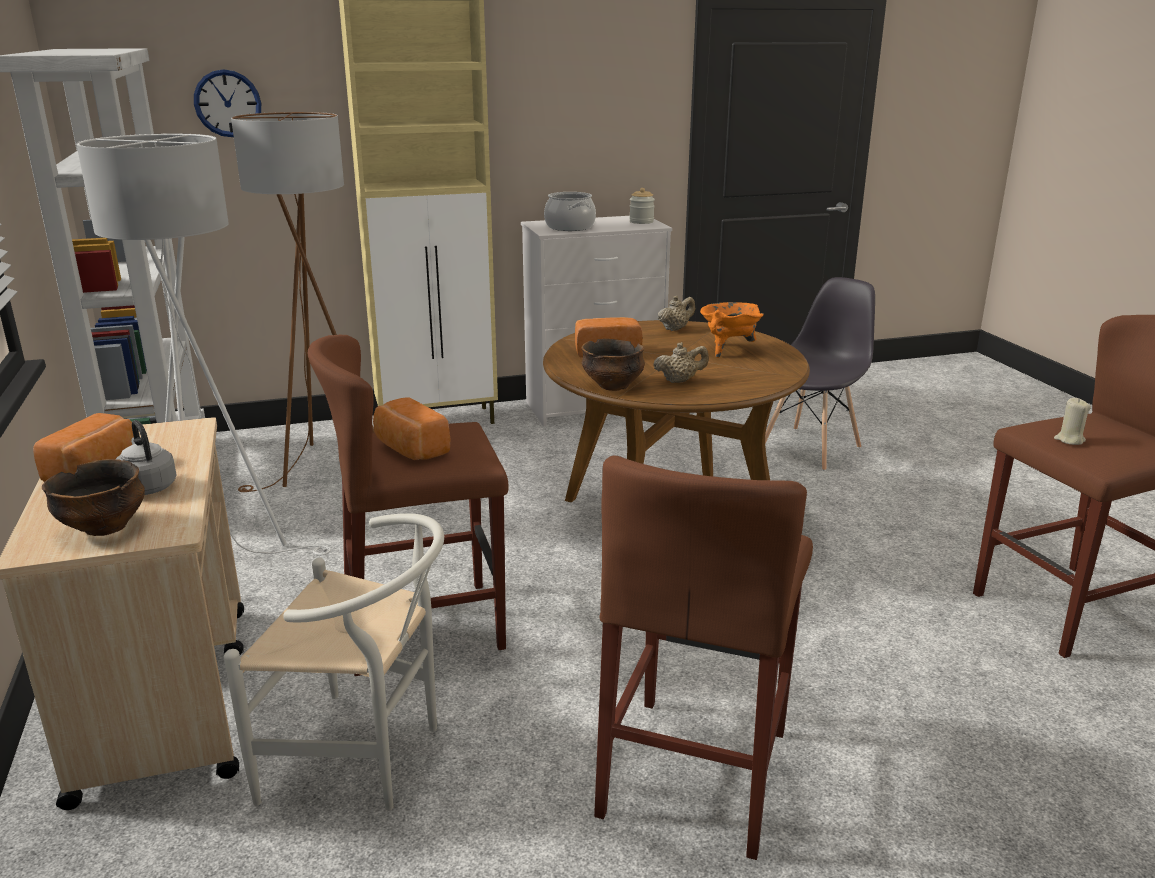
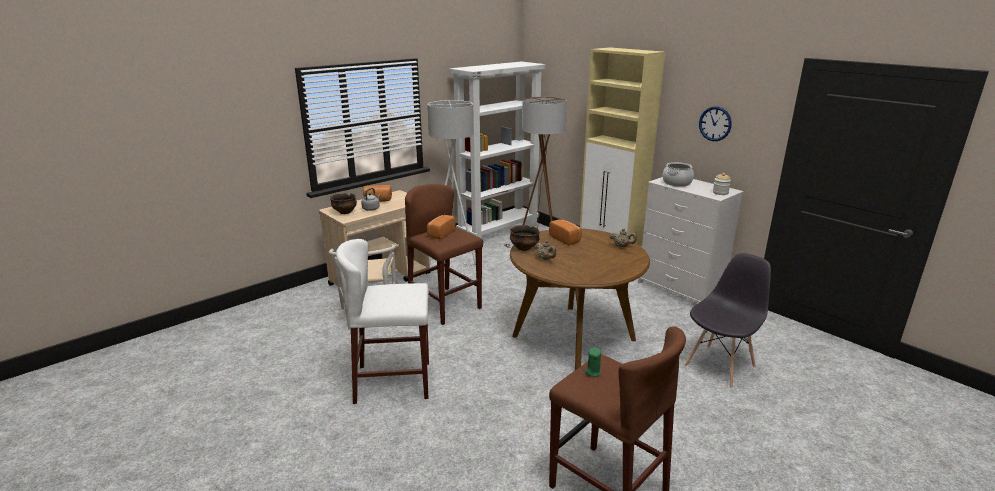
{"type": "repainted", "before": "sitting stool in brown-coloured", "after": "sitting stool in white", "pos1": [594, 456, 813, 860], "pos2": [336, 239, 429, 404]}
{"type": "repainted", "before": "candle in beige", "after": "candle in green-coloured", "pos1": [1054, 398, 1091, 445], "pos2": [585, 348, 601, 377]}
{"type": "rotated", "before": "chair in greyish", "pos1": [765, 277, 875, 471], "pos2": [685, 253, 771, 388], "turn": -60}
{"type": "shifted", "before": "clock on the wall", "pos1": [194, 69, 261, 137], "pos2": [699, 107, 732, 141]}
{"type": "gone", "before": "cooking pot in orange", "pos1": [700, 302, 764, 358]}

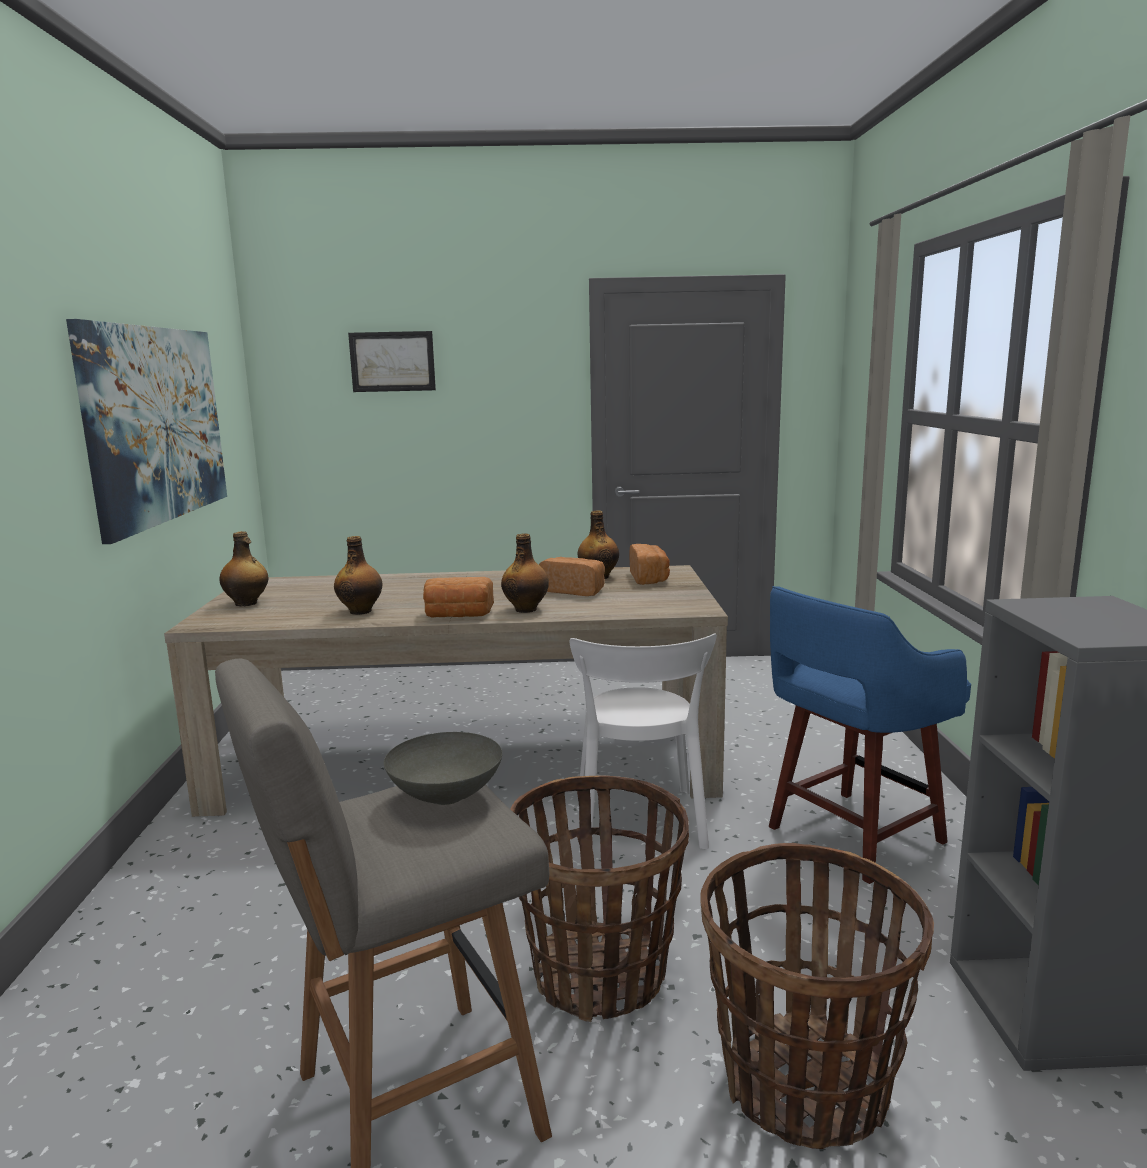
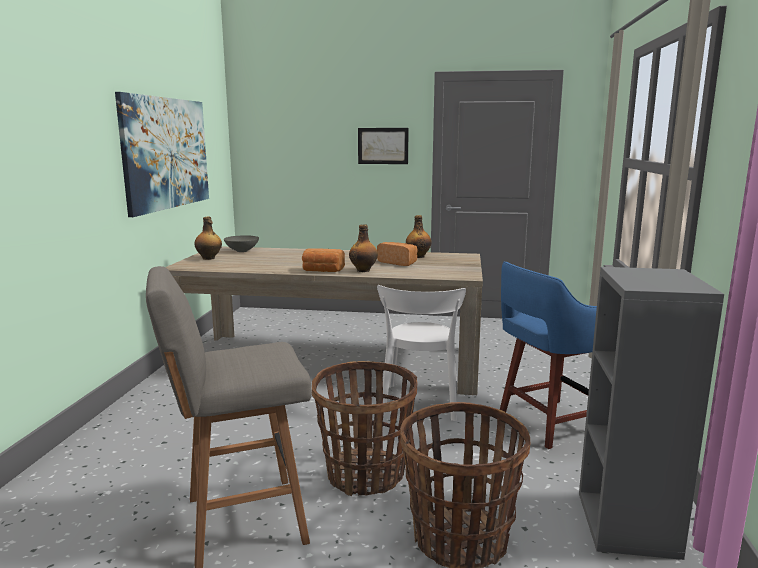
{"type": "shifted", "before": "bowl in greyish", "pos1": [384, 732, 502, 805], "pos2": [224, 235, 259, 252]}
{"type": "shifted", "before": "wall picture", "pos1": [348, 331, 436, 392], "pos2": [358, 128, 409, 164]}
{"type": "gone", "before": "beverage bottle", "pos1": [334, 536, 382, 615]}
{"type": "gone", "before": "bakery bread", "pos1": [630, 544, 670, 585]}

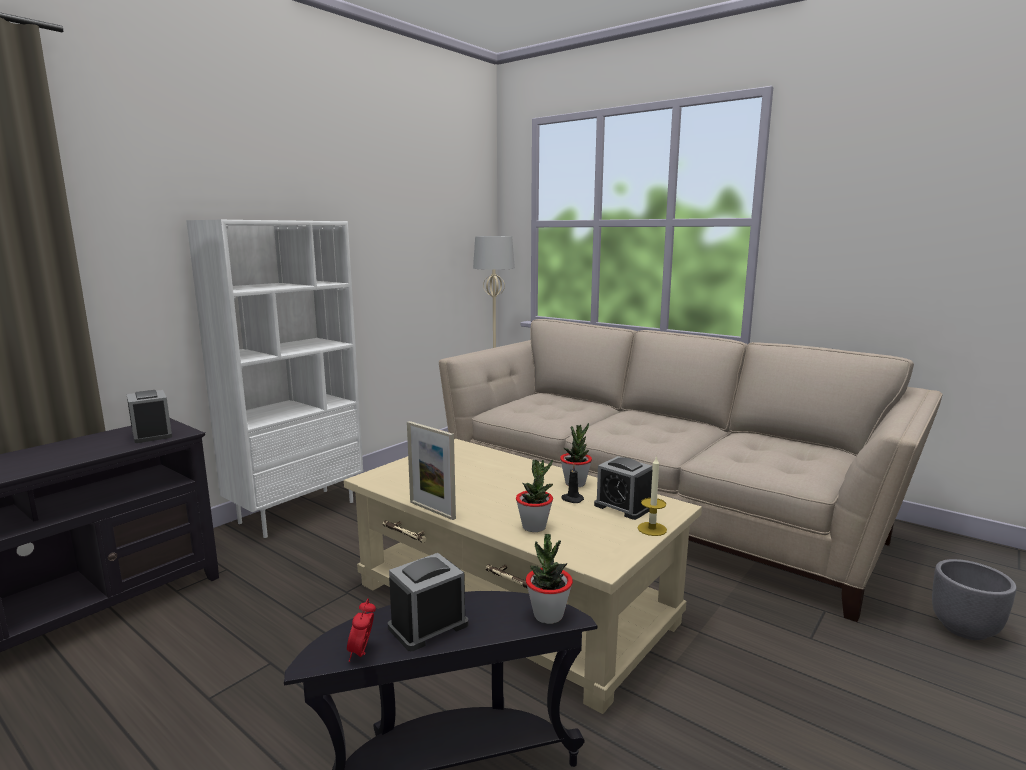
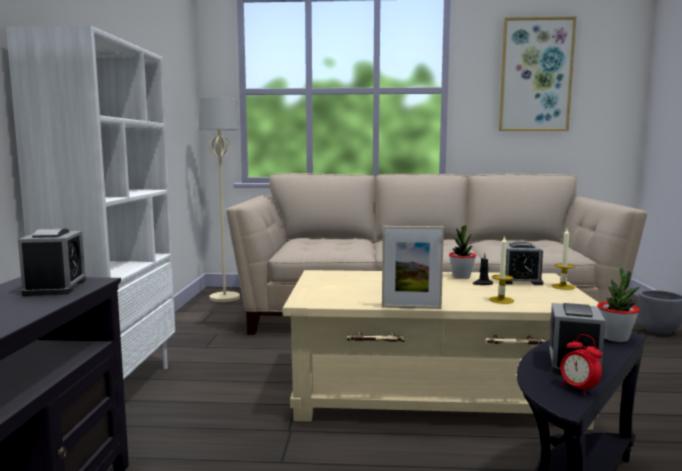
{"type": "rotated", "before": "table clock", "pos1": [127, 390, 172, 443], "pos2": [18, 228, 86, 296], "turn": 60}
{"type": "swapped", "before": "potted plant", "after": "candle", "pos1": [516, 460, 553, 532], "pos2": [489, 235, 514, 304]}
{"type": "new", "after": "wall picture", "pos2": [499, 16, 576, 131]}

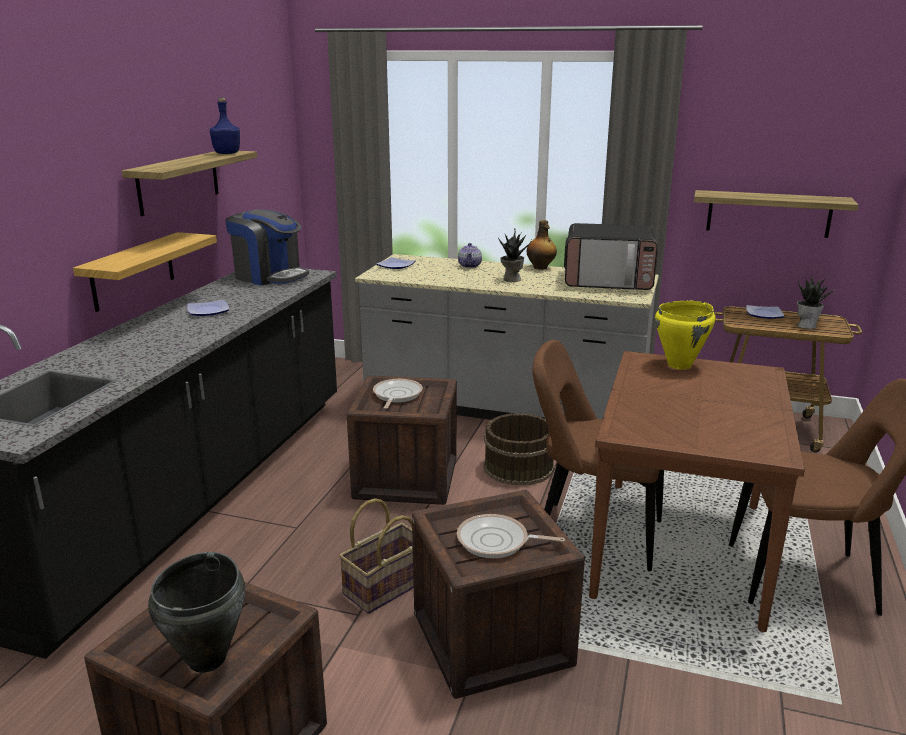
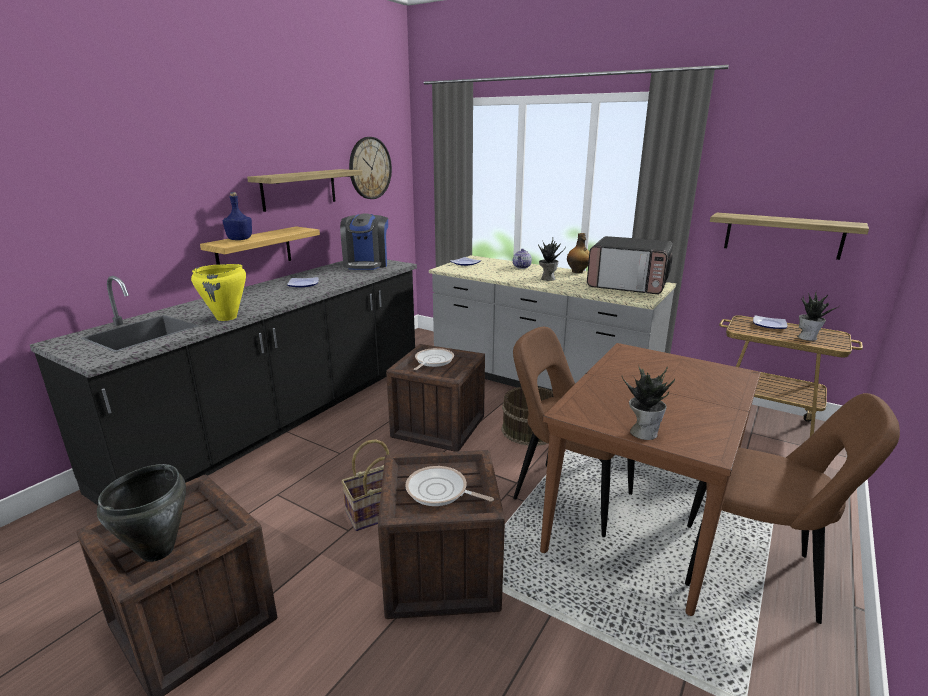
{"type": "shifted", "before": "cooking pot in yellow", "pos1": [655, 301, 715, 370], "pos2": [191, 264, 246, 321]}
{"type": "shifted", "before": "beverage bottle in blue", "pos1": [210, 97, 240, 154], "pos2": [223, 192, 252, 240]}
{"type": "rotated", "before": "coffee machine", "pos1": [225, 209, 309, 286], "pos2": [340, 214, 388, 270], "turn": 45}
{"type": "new", "after": "clock on the wall", "pos2": [349, 137, 392, 199]}
{"type": "new", "after": "potted plant", "pos2": [622, 367, 675, 440]}

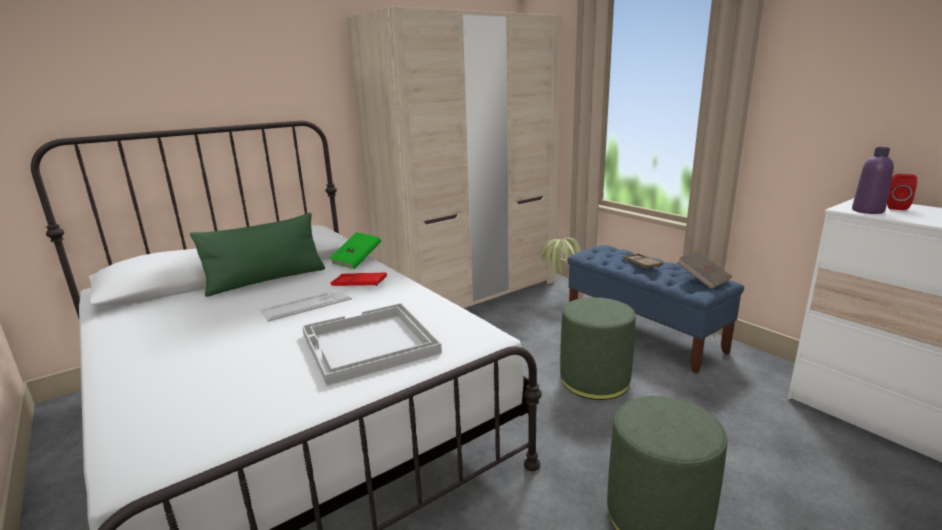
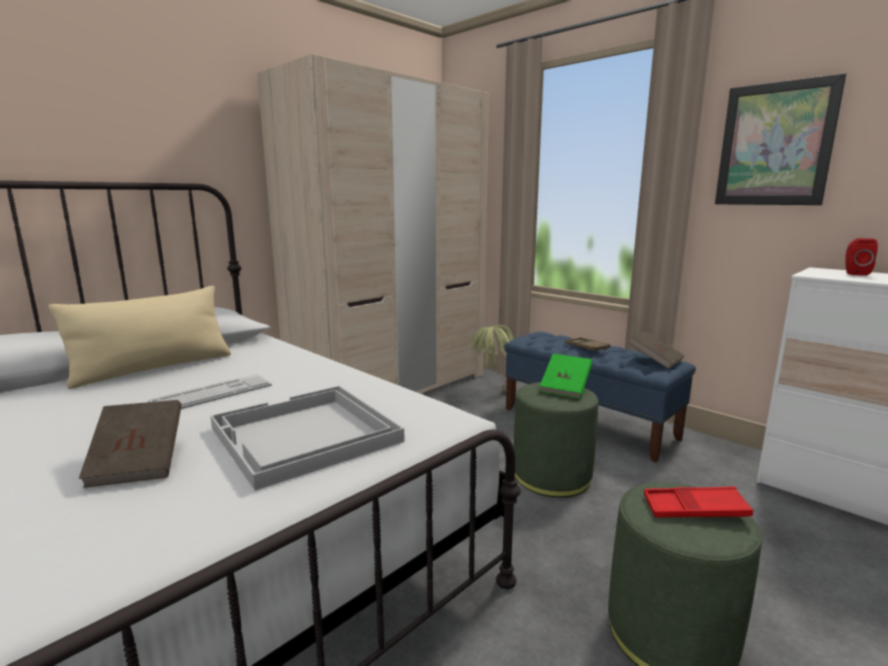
{"type": "repainted", "before": "pillow in green-coloured", "after": "pillow in beige", "pos1": [190, 213, 325, 297], "pos2": [49, 286, 231, 389]}
{"type": "new", "after": "bound book in brown-coloured", "pos2": [79, 400, 182, 488]}
{"type": "shifted", "before": "bound book in green-coloured", "pos1": [329, 232, 381, 269], "pos2": [540, 354, 592, 399]}
{"type": "shifted", "before": "tray in red-coloured", "pos1": [331, 272, 387, 286], "pos2": [644, 487, 753, 517]}
{"type": "new", "after": "wall picture", "pos2": [715, 73, 846, 205]}
{"type": "gone", "before": "beverage bottle in purple", "pos1": [852, 147, 894, 214]}

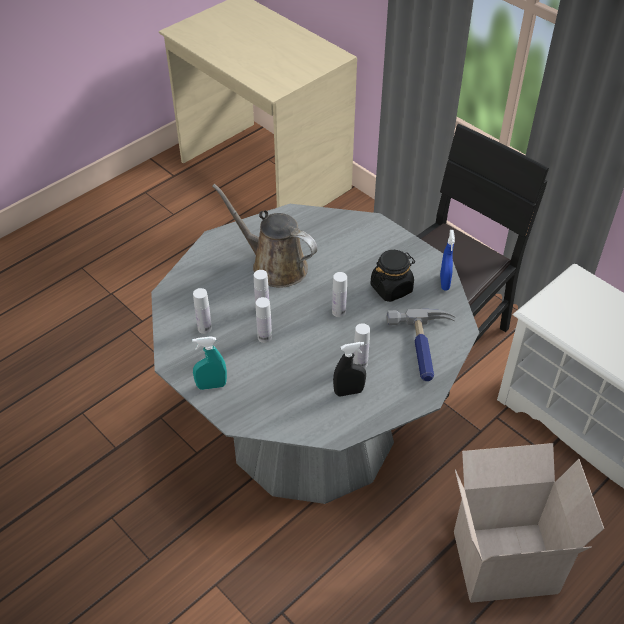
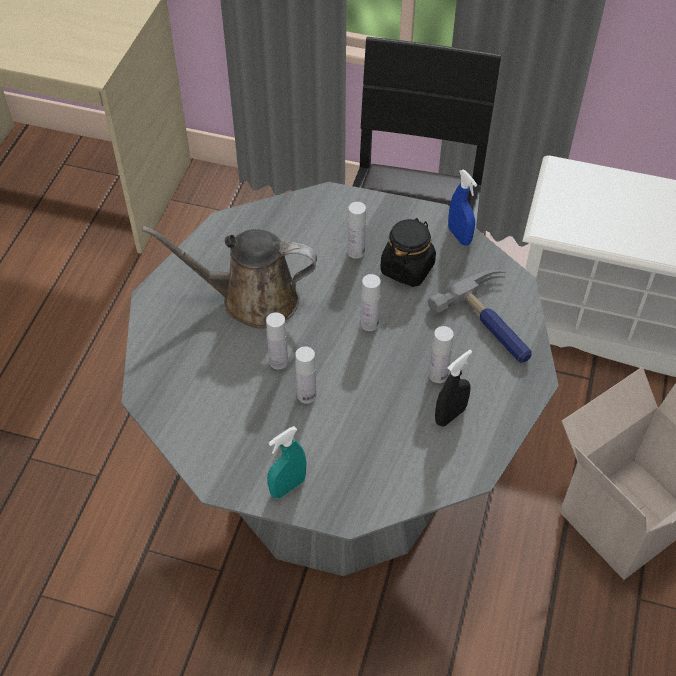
{"type": "shifted", "before": "beverage bottle in white", "pos1": [193, 288, 212, 334], "pos2": [348, 202, 366, 259]}

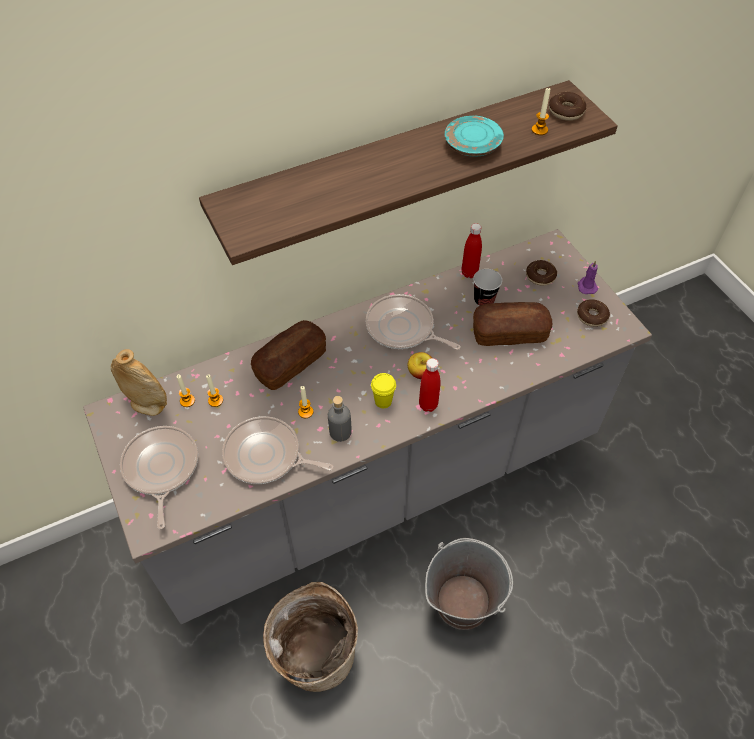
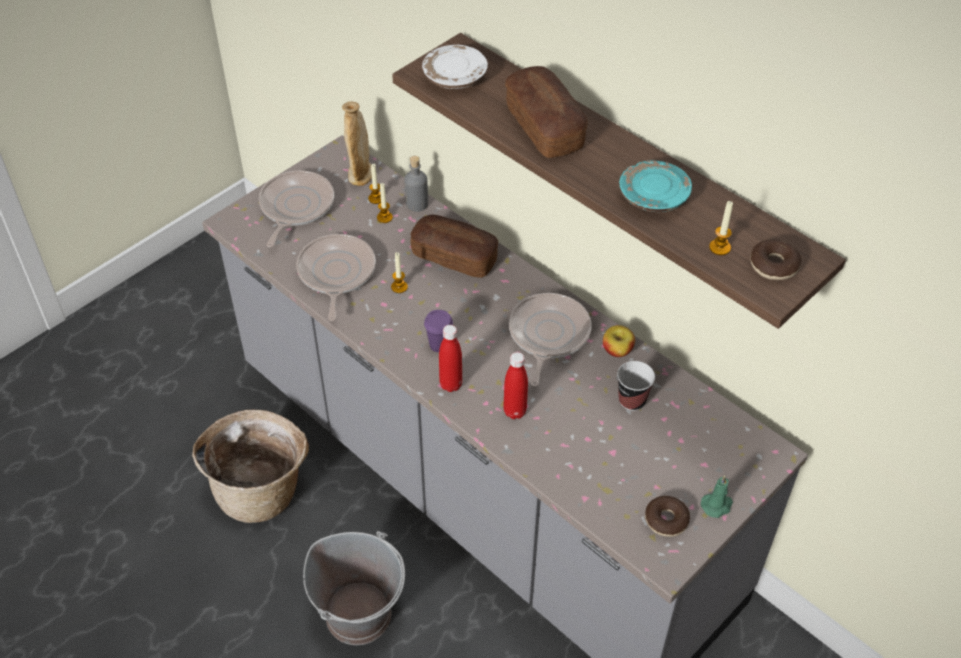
{"type": "rotated", "before": "skillet", "pos1": [120, 426, 198, 529], "pos2": [259, 171, 334, 247], "turn": -45}
{"type": "shifted", "before": "beverage bottle in greyish", "pos1": [328, 396, 352, 442], "pos2": [404, 156, 428, 212]}
{"type": "new", "after": "flat dish in white", "pos2": [422, 45, 488, 89]}
{"type": "repainted", "before": "drinking cup in yellow", "after": "drinking cup in purple", "pos1": [371, 373, 396, 408], "pos2": [424, 310, 453, 352]}
{"type": "shifted", "before": "beverage bottle in red-coloured", "pos1": [462, 223, 482, 278], "pos2": [503, 352, 528, 419]}
{"type": "shifted", "before": "bakery bread", "pos1": [473, 302, 552, 346], "pos2": [505, 66, 587, 158]}
{"type": "shifted", "before": "apple", "pos1": [408, 352, 432, 379], "pos2": [603, 325, 635, 357]}
{"type": "repainted", "before": "candle in purple", "after": "candle in green-coloured", "pos1": [578, 260, 598, 294], "pos2": [701, 475, 733, 518]}
{"type": "gone", "before": "ring doughnut", "pos1": [526, 260, 557, 286]}

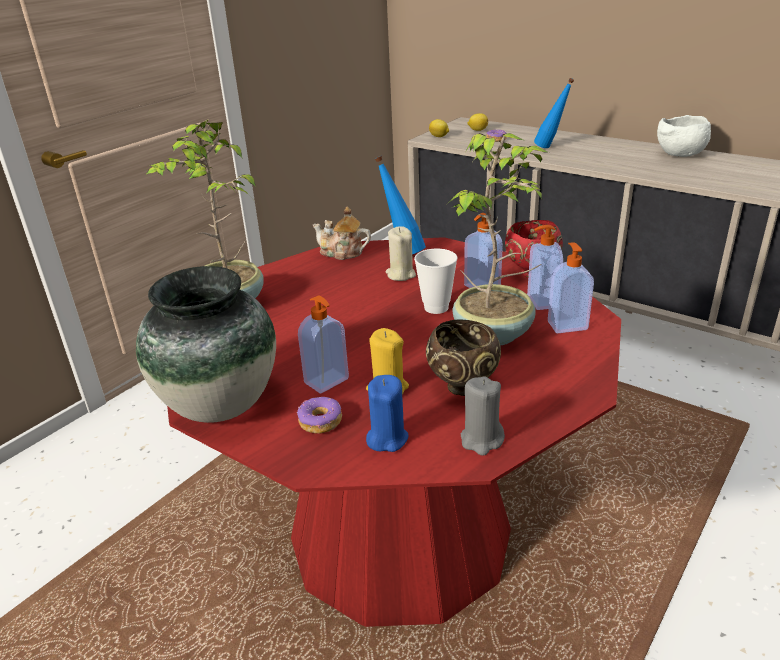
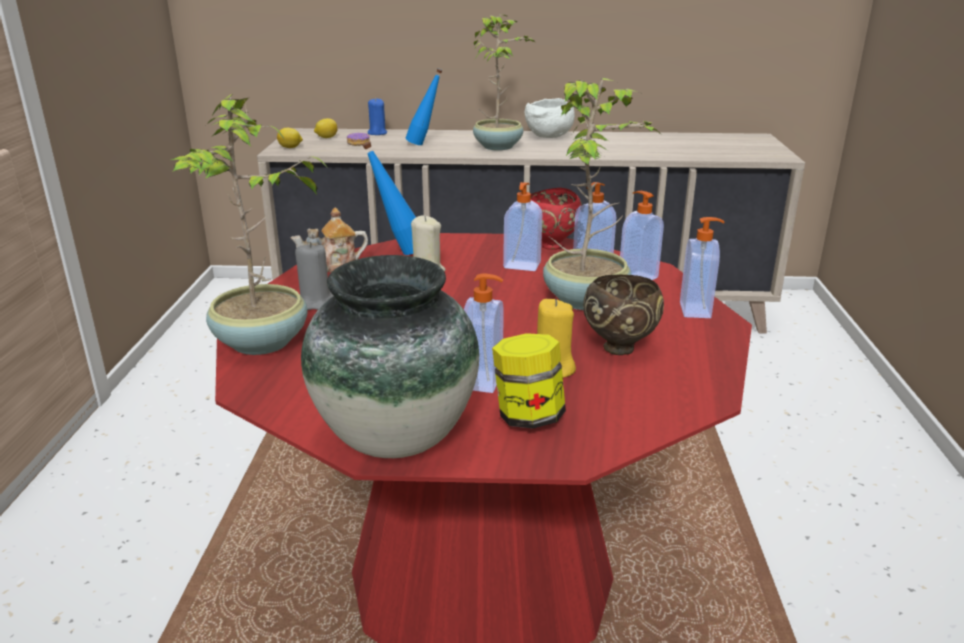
{"type": "shifted", "before": "candle in greyish", "pos1": [461, 376, 505, 456], "pos2": [295, 242, 334, 310]}
{"type": "shifted", "before": "candle in blue", "pos1": [366, 375, 409, 452], "pos2": [368, 98, 387, 135]}
{"type": "new", "after": "potted plant", "pos2": [473, 14, 535, 151]}
{"type": "swapped", "before": "ring doughnut", "after": "jar", "pos1": [297, 397, 342, 433], "pos2": [492, 333, 566, 428]}
{"type": "new", "after": "soap bottle", "pos2": [680, 217, 725, 318]}
{"type": "gone", "before": "drinking cup", "pos1": [414, 249, 457, 314]}

